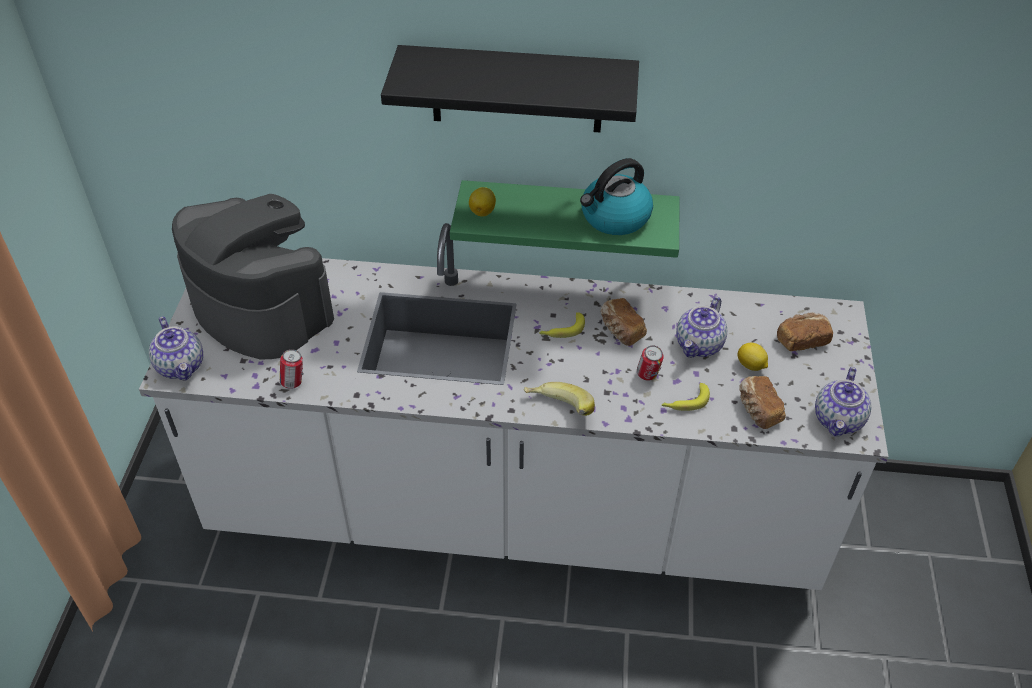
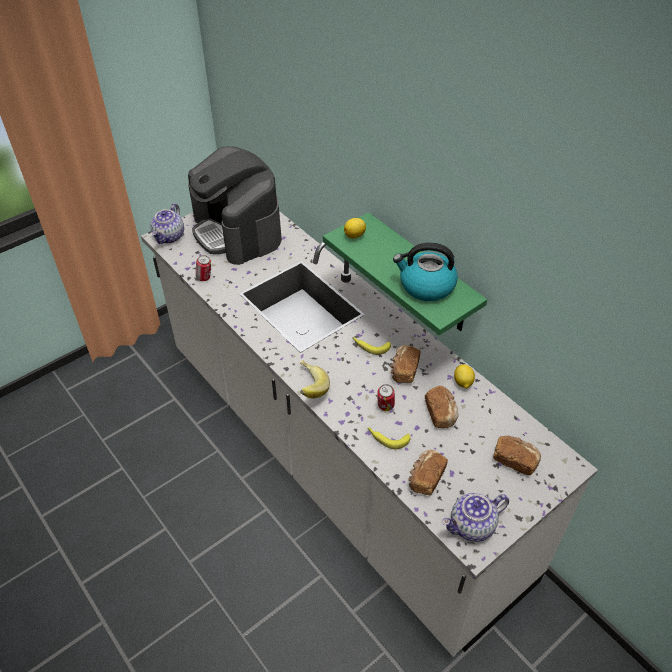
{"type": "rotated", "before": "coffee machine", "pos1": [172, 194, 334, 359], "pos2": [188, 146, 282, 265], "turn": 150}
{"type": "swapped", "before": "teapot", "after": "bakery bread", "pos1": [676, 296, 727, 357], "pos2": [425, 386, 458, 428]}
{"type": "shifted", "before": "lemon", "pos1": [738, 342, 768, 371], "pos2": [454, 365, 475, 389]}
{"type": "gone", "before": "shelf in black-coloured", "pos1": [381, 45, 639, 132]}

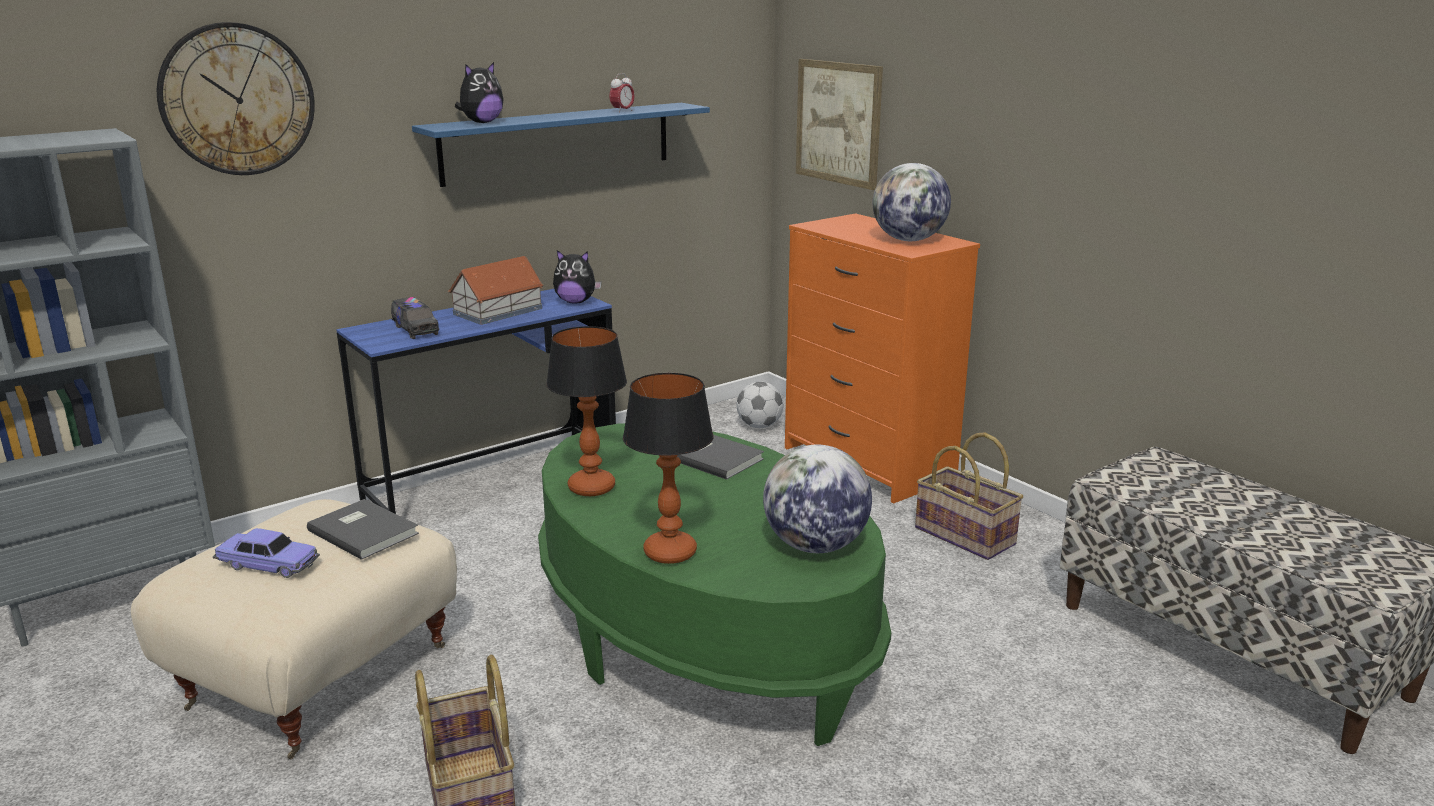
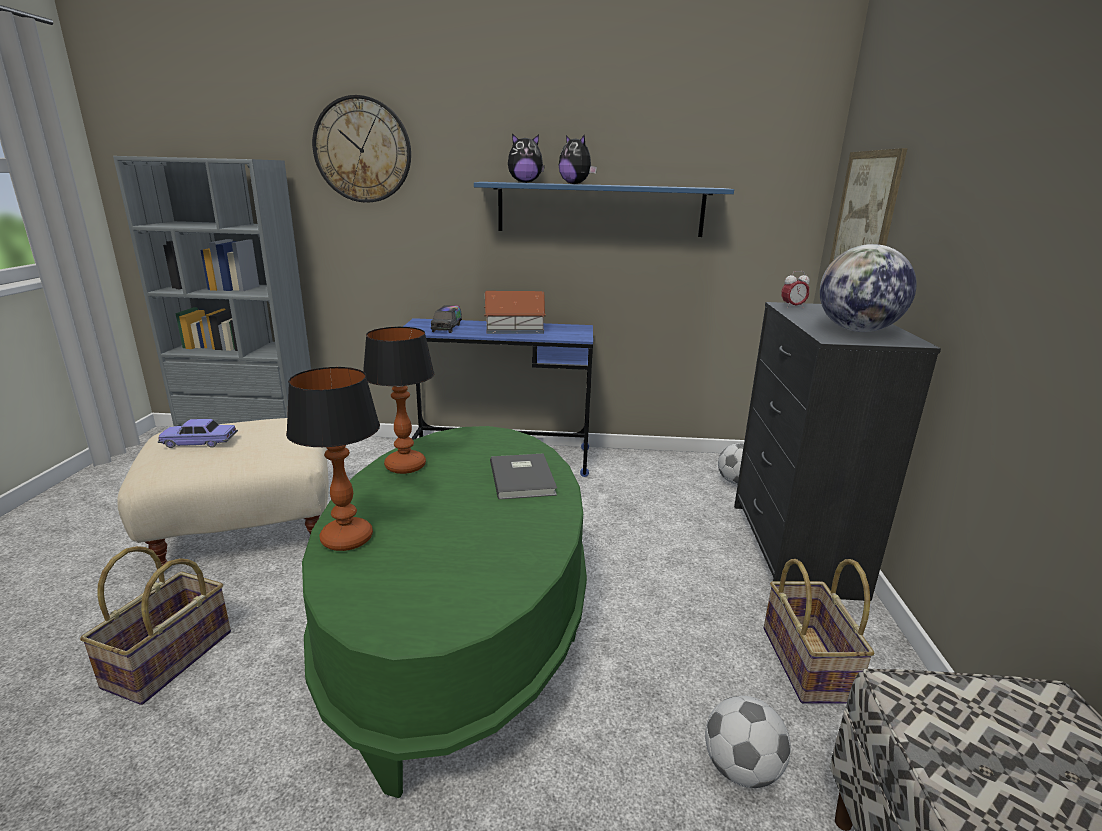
{"type": "rotated", "before": "toy car", "pos1": [213, 528, 320, 578], "pos2": [158, 419, 238, 448], "turn": 120}
{"type": "shifted", "before": "cuddly toy", "pos1": [553, 250, 602, 303], "pos2": [559, 135, 597, 184]}
{"type": "new", "after": "football", "pos2": [705, 696, 791, 788]}
{"type": "repainted", "before": "drawer chest in orange", "after": "drawer chest in black-coloured", "pos1": [785, 213, 980, 503], "pos2": [734, 302, 941, 601]}
{"type": "shifted", "before": "table clock", "pos1": [609, 73, 635, 113], "pos2": [781, 271, 810, 308]}
{"type": "gone", "before": "bound book in greyish", "pos1": [307, 499, 419, 560]}
{"type": "gone", "before": "globe", "pos1": [763, 445, 872, 553]}

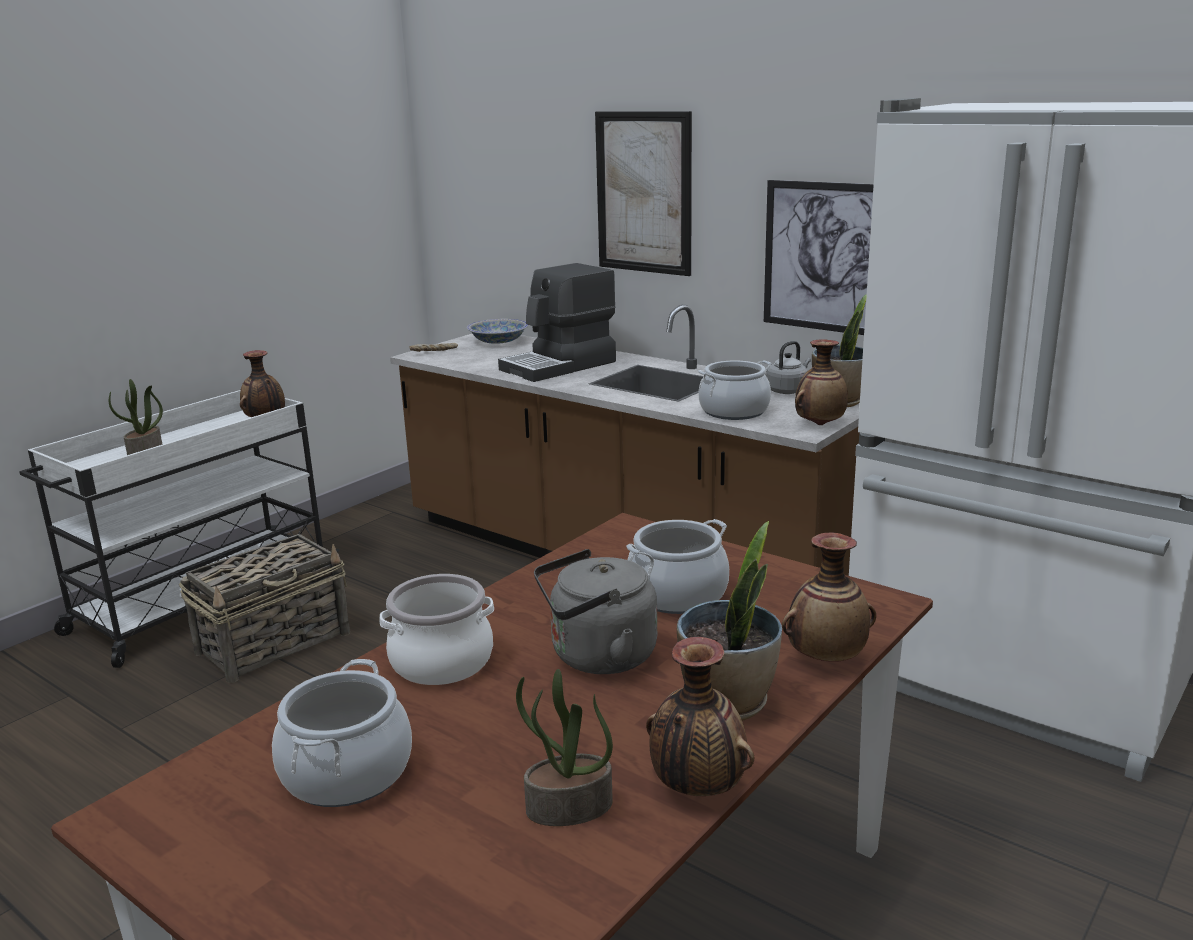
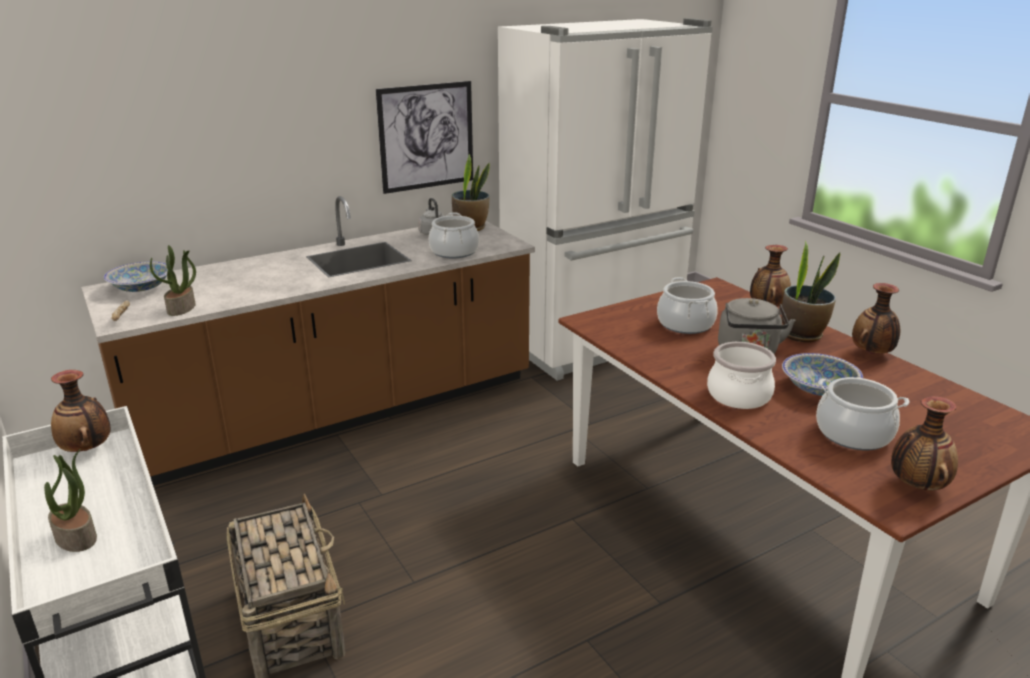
{"type": "shifted", "before": "potted plant", "pos1": [516, 669, 613, 826], "pos2": [150, 245, 196, 316]}
{"type": "new", "after": "bowl", "pos2": [782, 353, 863, 396]}
{"type": "shifted", "before": "decorative vase", "pos1": [795, 339, 848, 425], "pos2": [891, 396, 958, 491]}
{"type": "gone", "before": "coffee machine", "pos1": [498, 263, 616, 382]}
{"type": "gone", "before": "wall picture", "pos1": [595, 111, 692, 276]}

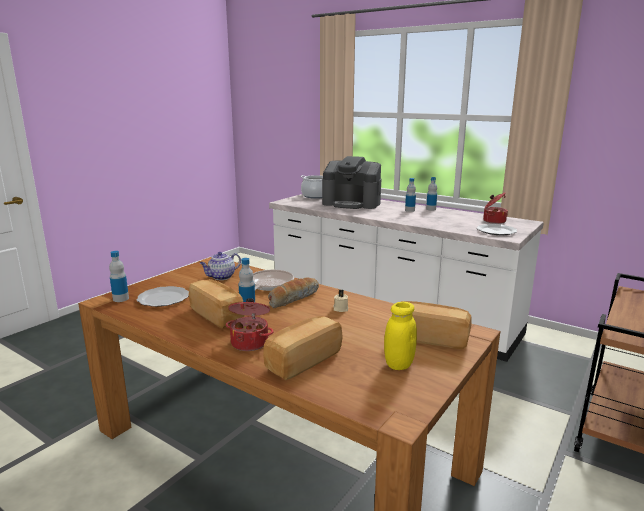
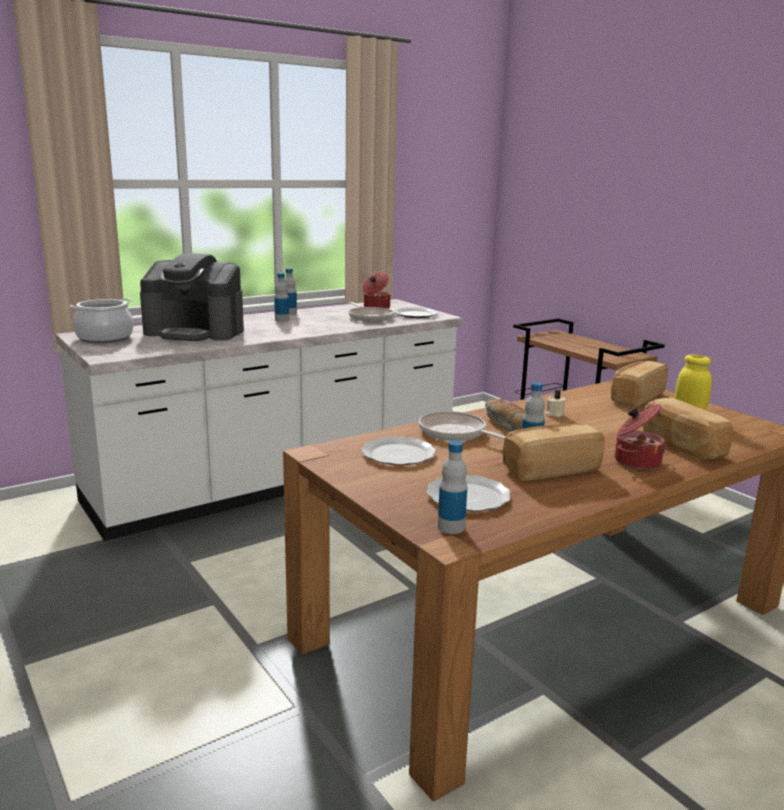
{"type": "rotated", "before": "coffee machine", "pos1": [322, 156, 381, 209], "pos2": [140, 253, 244, 341], "turn": 60}
{"type": "new", "after": "skillet", "pos2": [348, 302, 394, 322]}
{"type": "swapped", "before": "teapot", "after": "flat dish", "pos1": [200, 252, 241, 280], "pos2": [362, 436, 436, 465]}

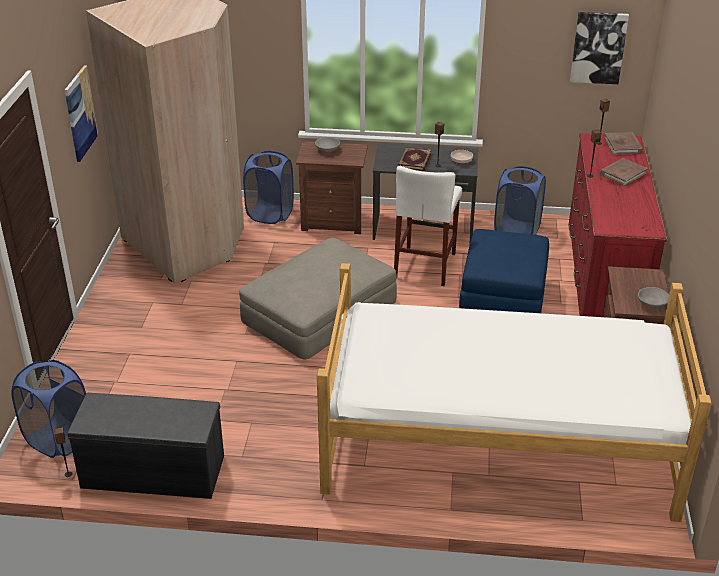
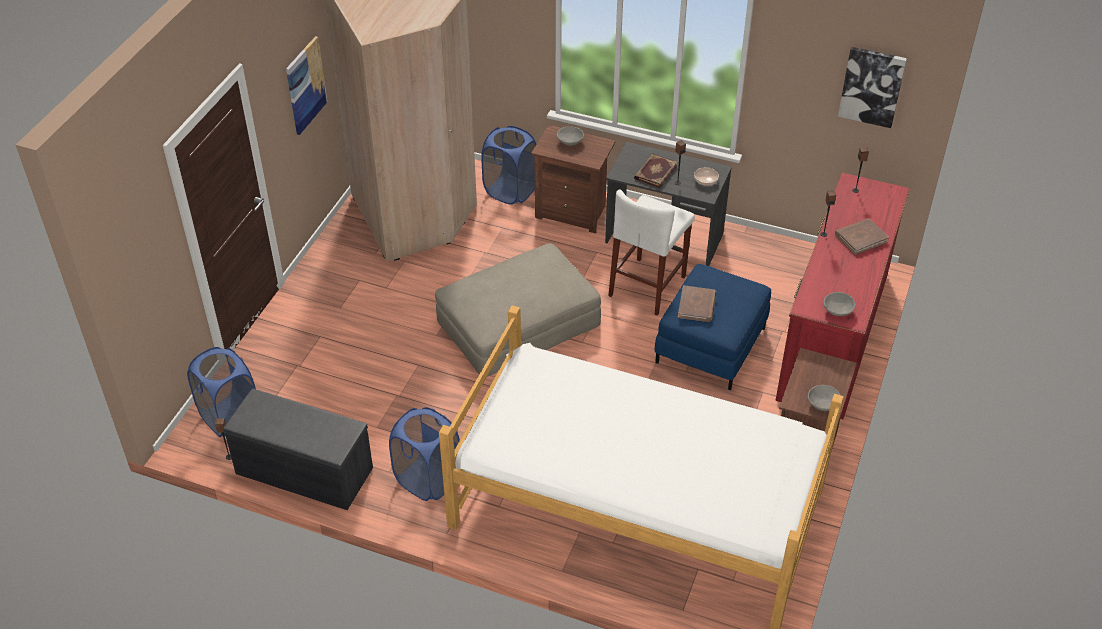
{"type": "shifted", "before": "laundry basket in blue", "pos1": [494, 166, 546, 235], "pos2": [389, 407, 460, 501]}
{"type": "shifted", "before": "bound book in brown-coloured", "pos1": [604, 132, 643, 155], "pos2": [678, 285, 717, 322]}
{"type": "new", "after": "bowl in greyish", "pos2": [824, 292, 856, 316]}

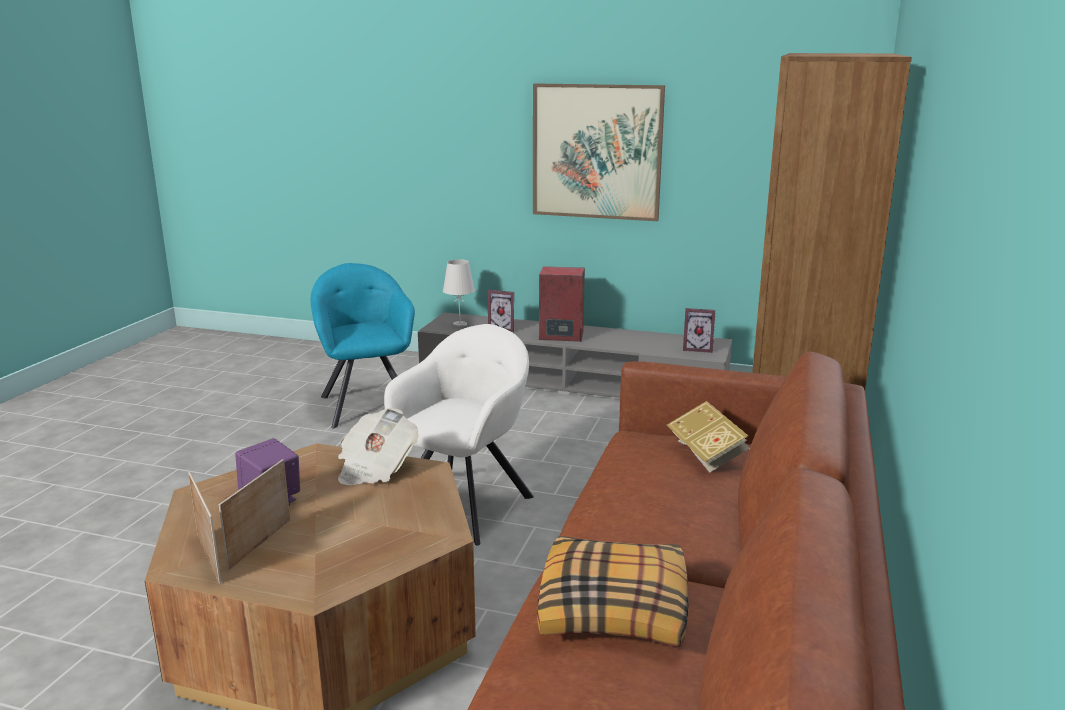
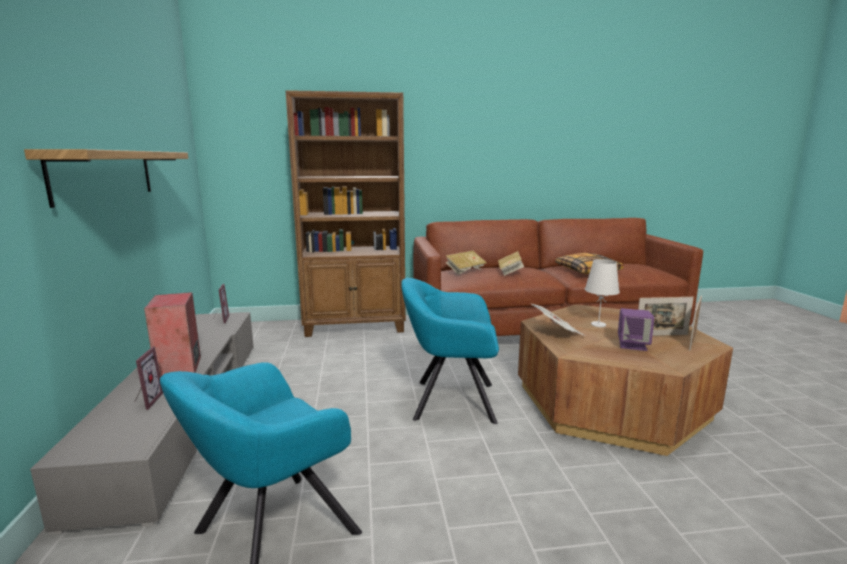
{"type": "swapped", "before": "wall picture", "after": "shelf", "pos1": [533, 83, 665, 221], "pos2": [24, 149, 188, 208]}
{"type": "repainted", "before": "easy chair in white", "after": "easy chair in turquoise", "pos1": [384, 324, 534, 545], "pos2": [401, 278, 499, 424]}
{"type": "new", "after": "bound book", "pos2": [498, 251, 524, 276]}
{"type": "shifted", "before": "lamp for a table in white", "pos1": [443, 259, 475, 327], "pos2": [585, 259, 620, 327]}

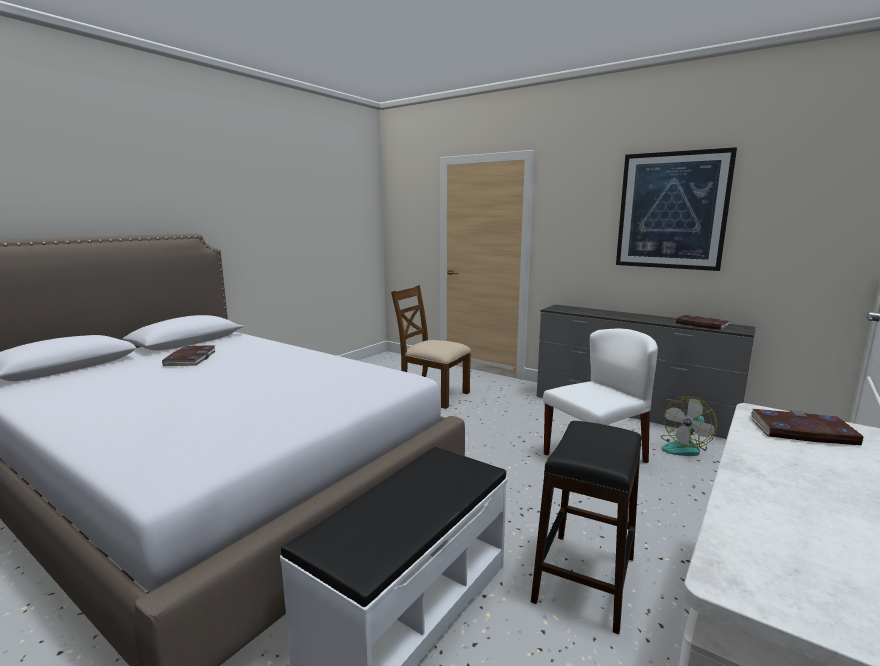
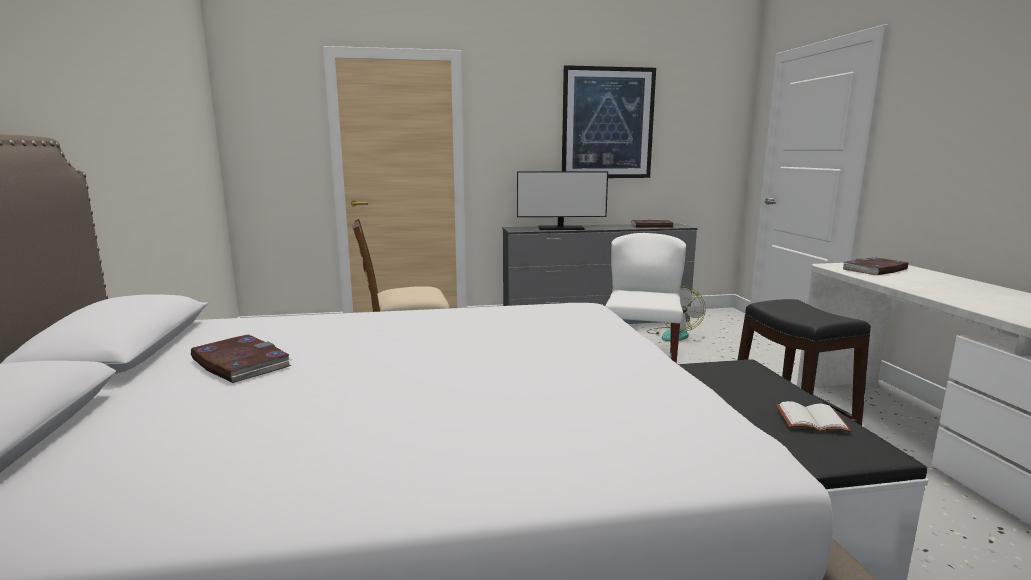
{"type": "new", "after": "monitor", "pos2": [517, 171, 608, 230]}
{"type": "new", "after": "bound book in white", "pos2": [776, 401, 852, 433]}

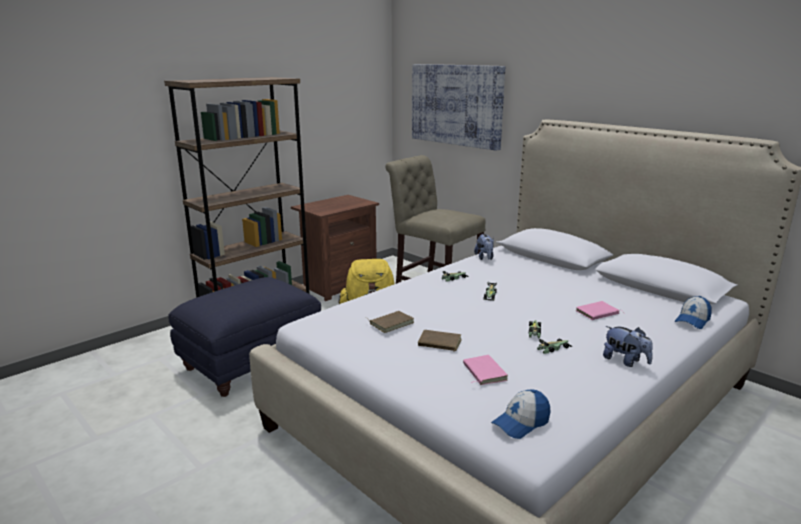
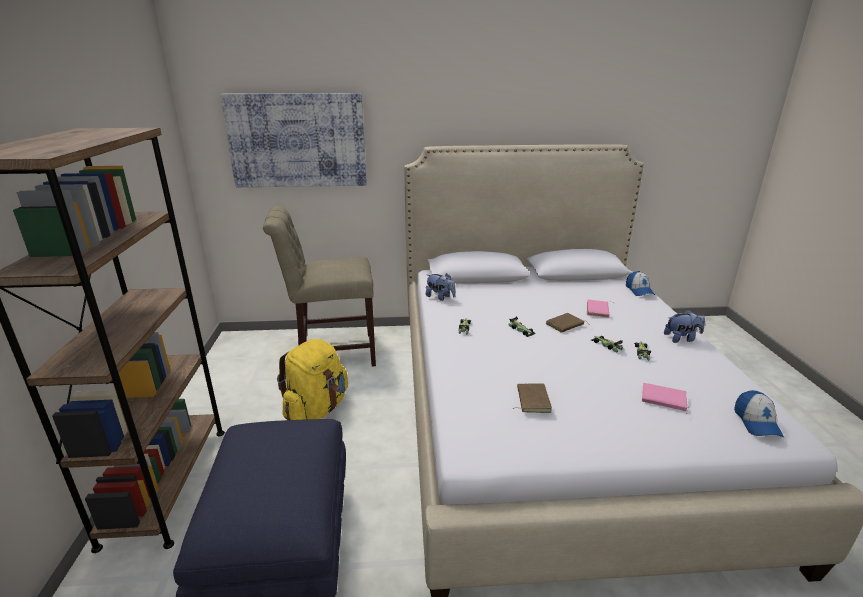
{"type": "shifted", "before": "bound book in brown-coloured", "pos1": [418, 330, 462, 351], "pos2": [546, 313, 590, 333]}
{"type": "gone", "before": "night table in brown-coloured", "pos1": [291, 195, 379, 301]}

